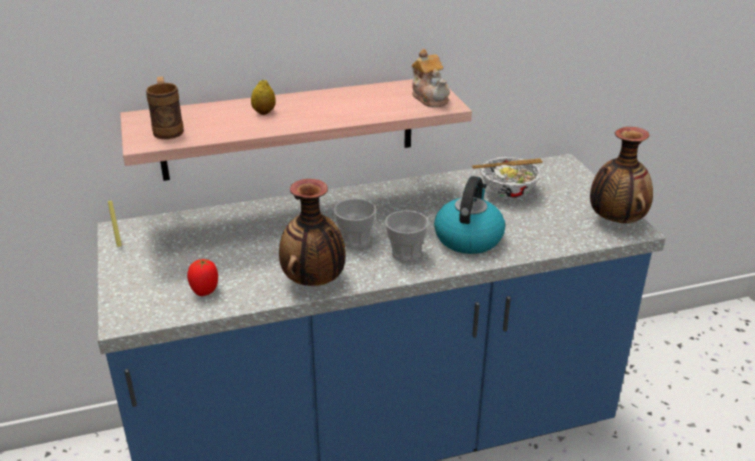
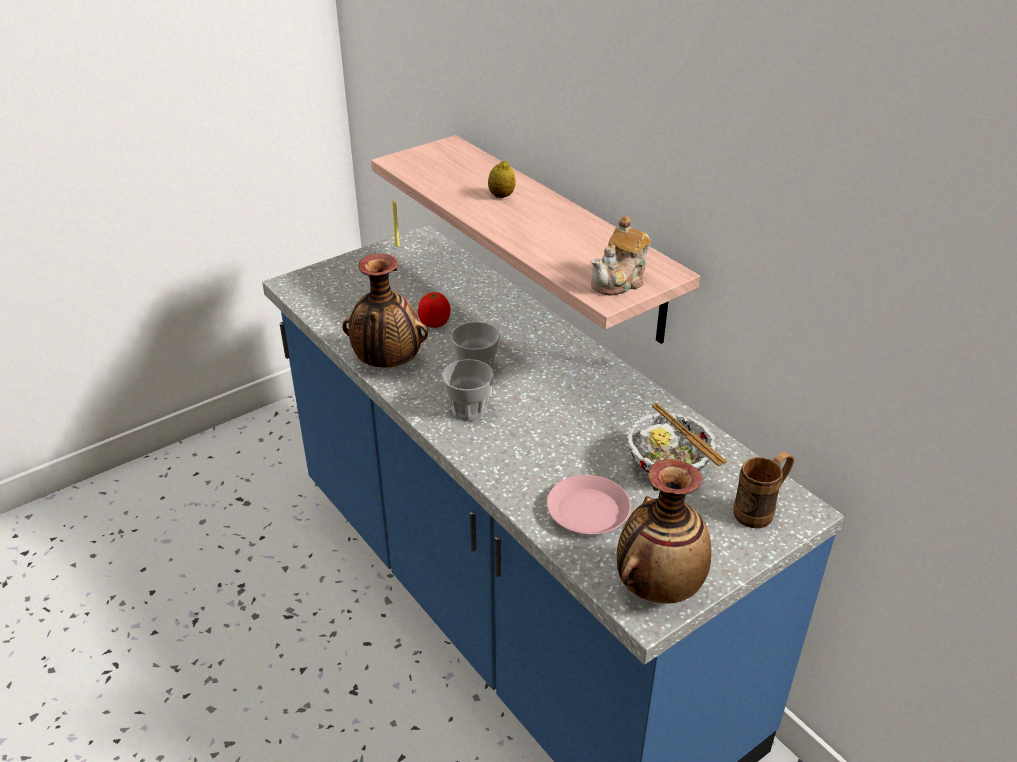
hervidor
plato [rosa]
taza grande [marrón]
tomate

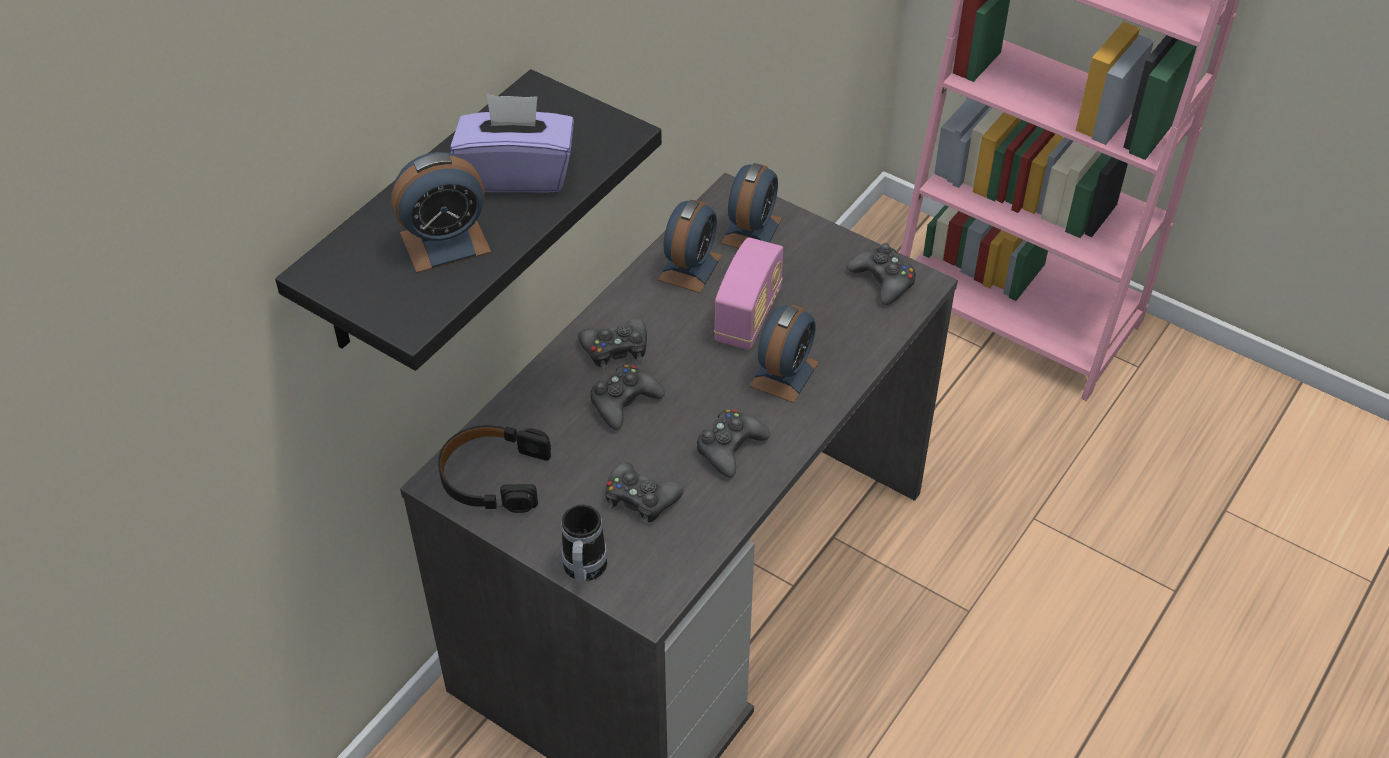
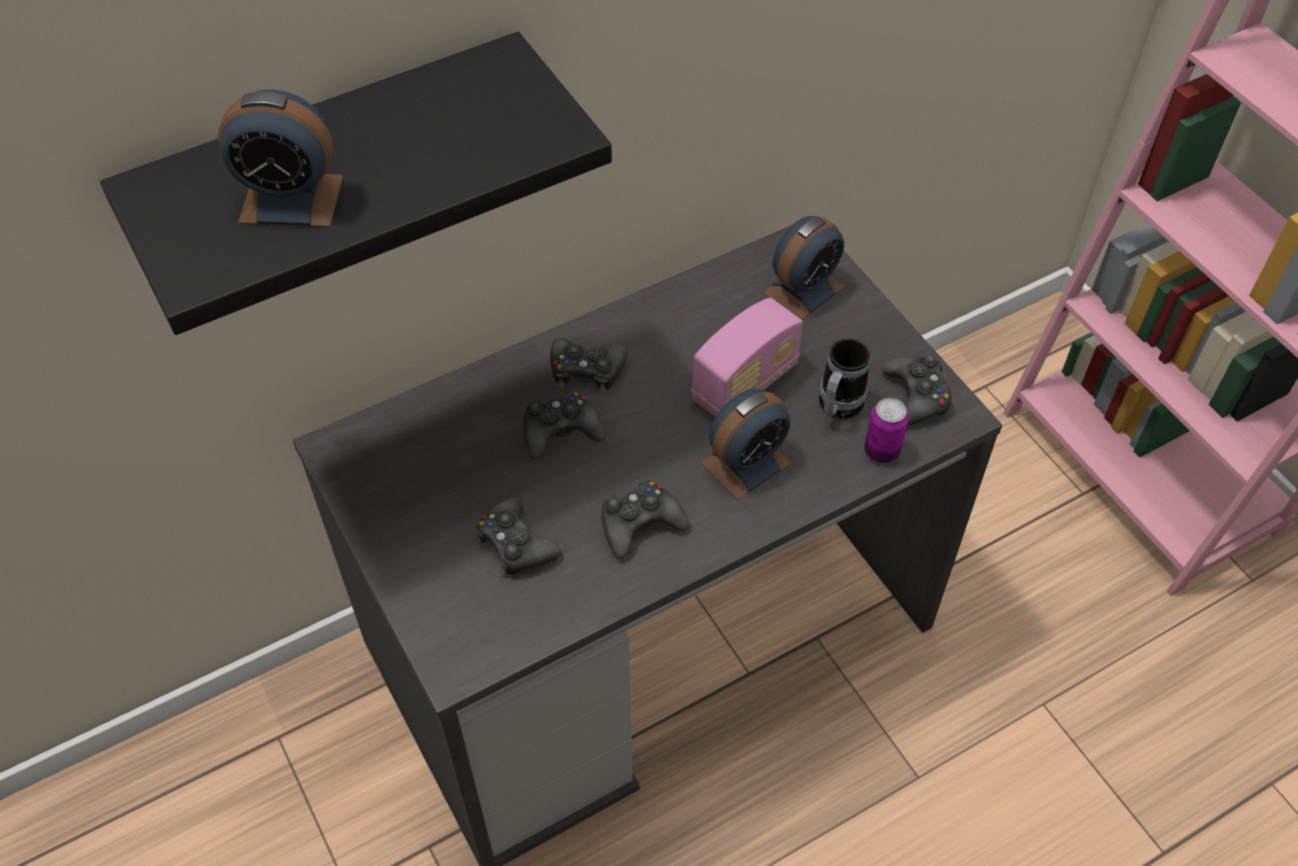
auriculares [negro]
caja de pañuelos [morado]
despertador (2nd from left in the first image)
lata
taza grande

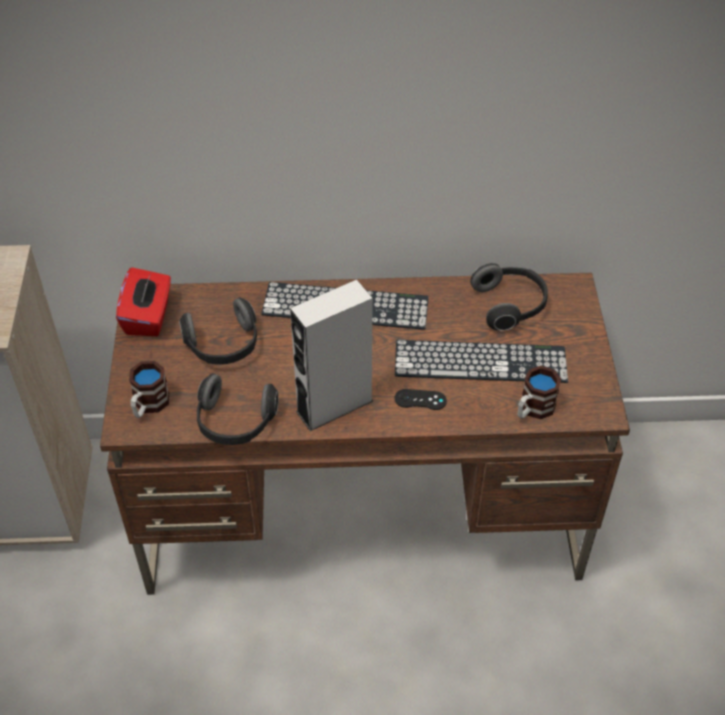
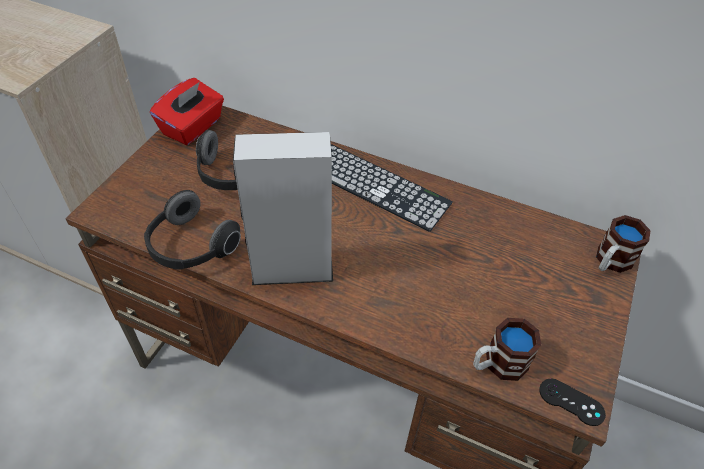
teclado (2nd from left in the first image)
auriculares (3rd from left in the first image)
taza grande (2nd from left)
mando de consola [negro]

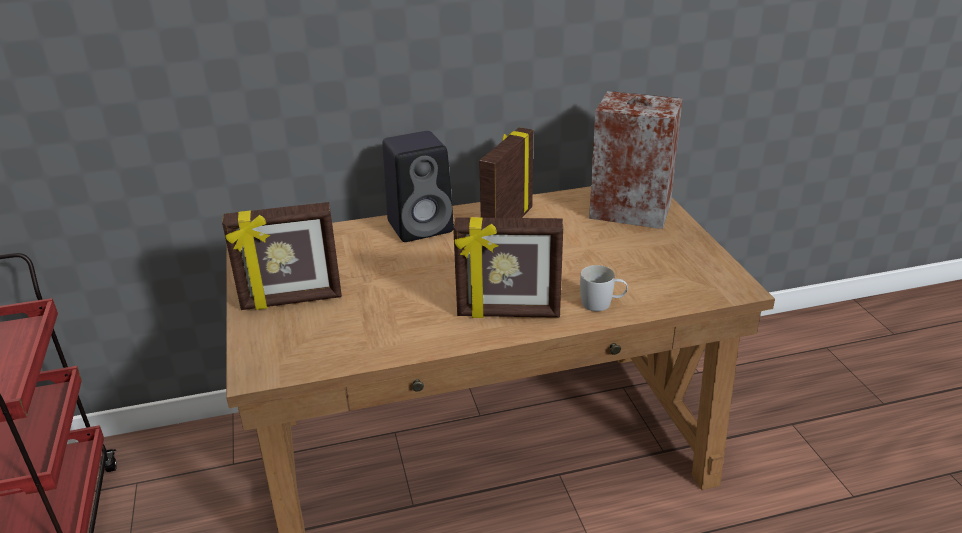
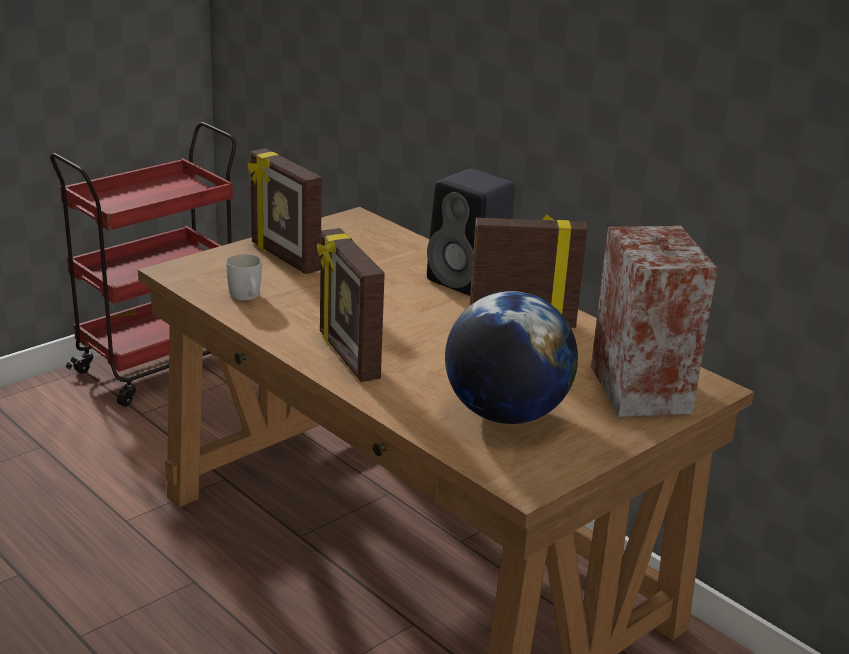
globo terráqueo
taza grande [blanco]

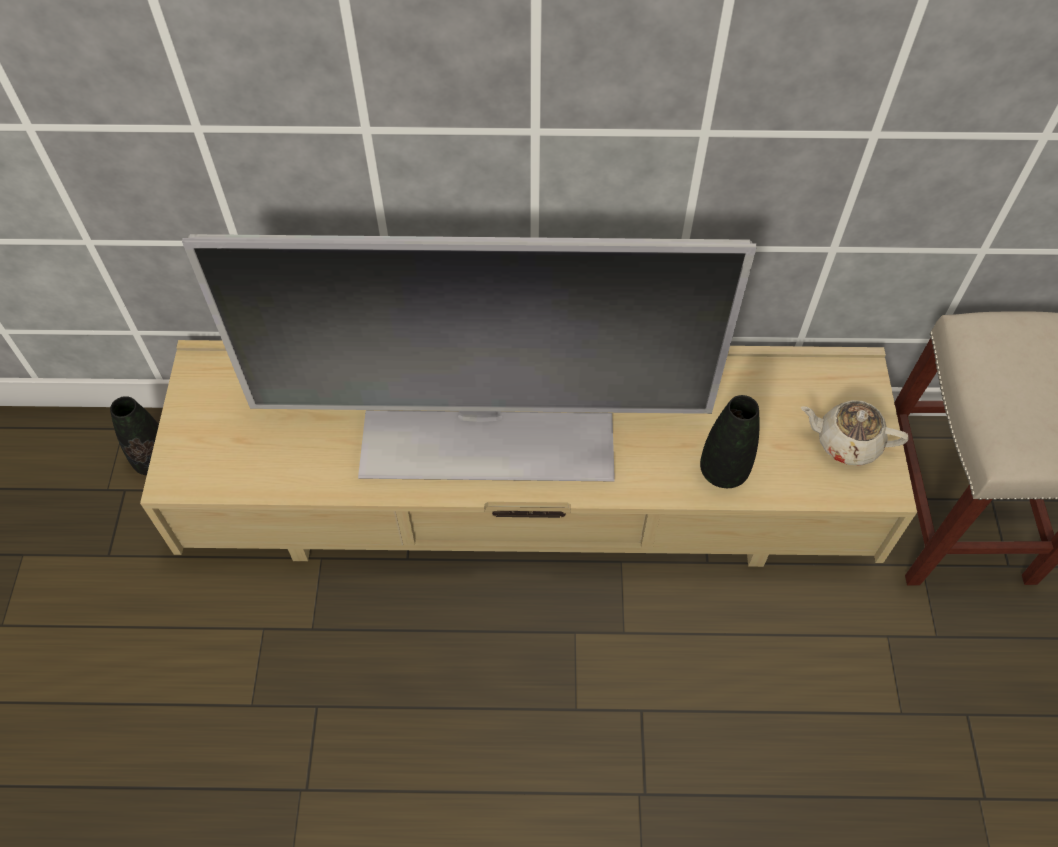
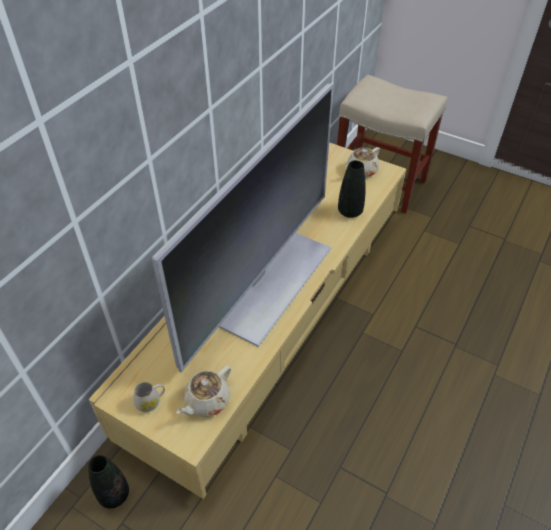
taza grande [blanco]
tetera [beis] (1st from left)

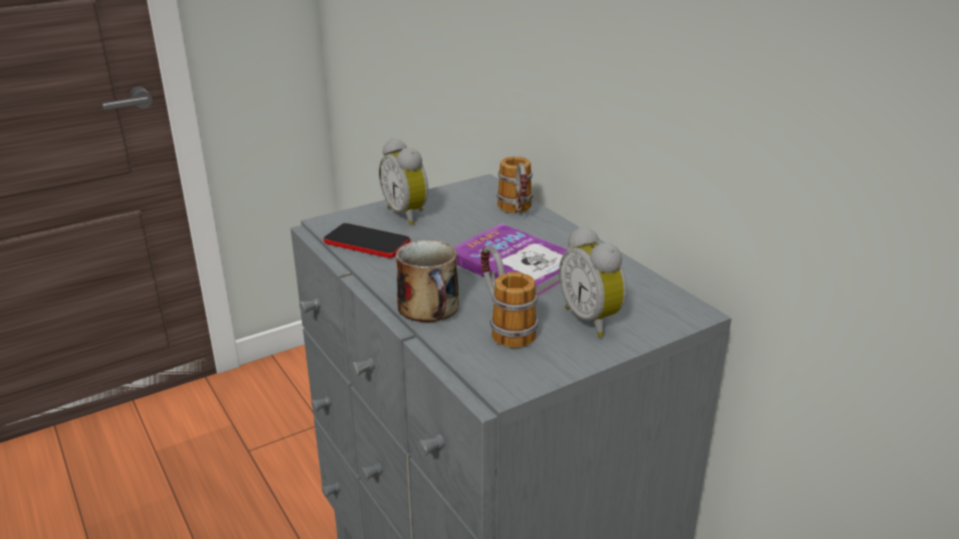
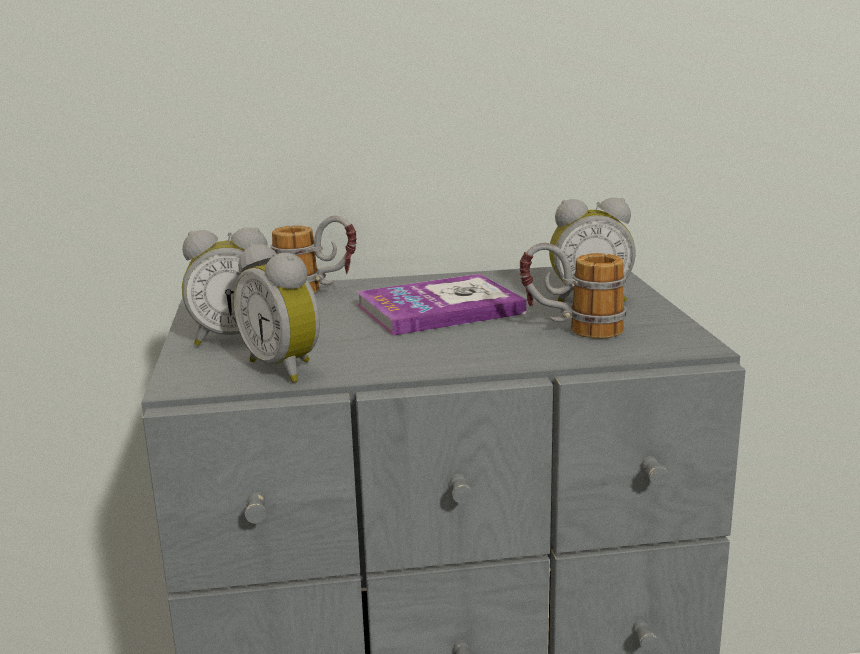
taza grande (1st from left in the first image)
despertador (2nd from left)

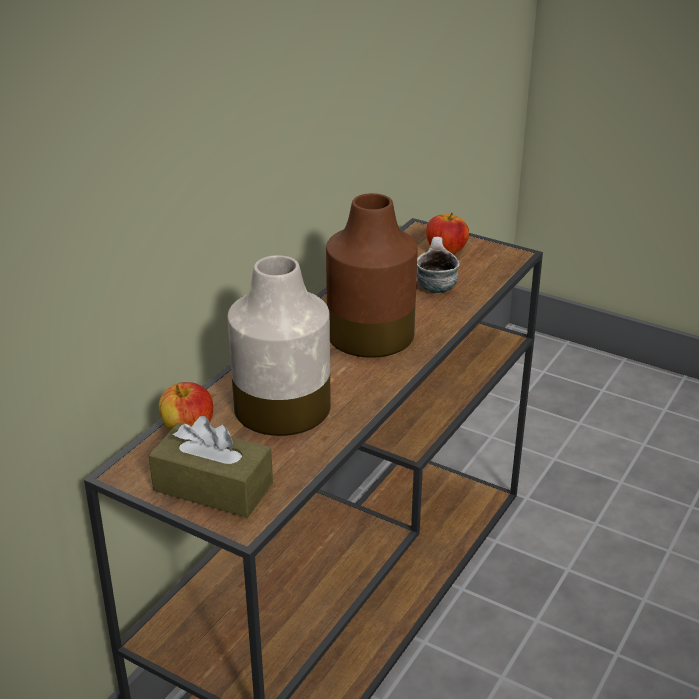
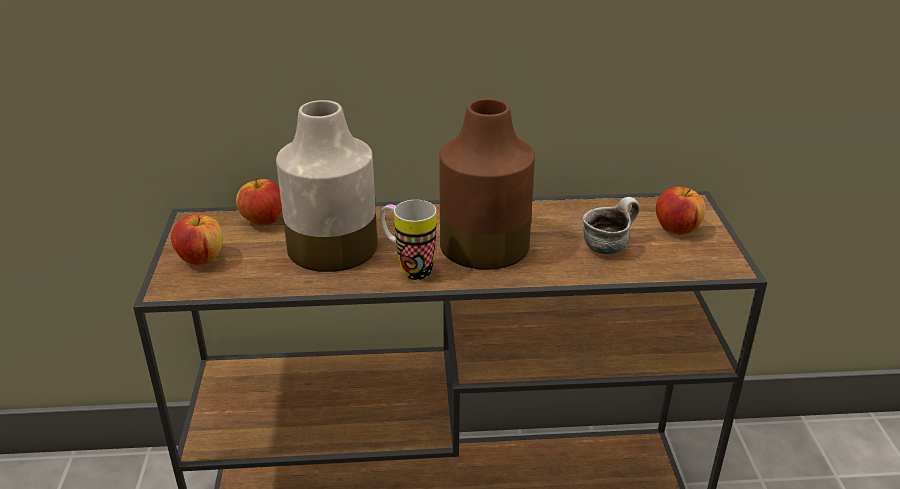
taza grande (1st from left)
manzana (1st from left)

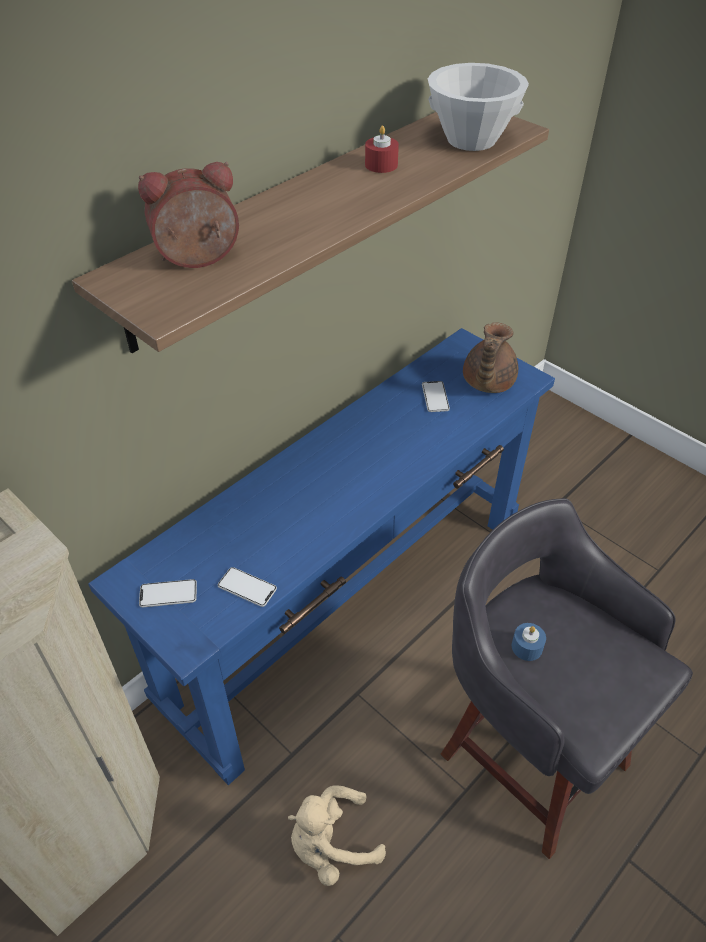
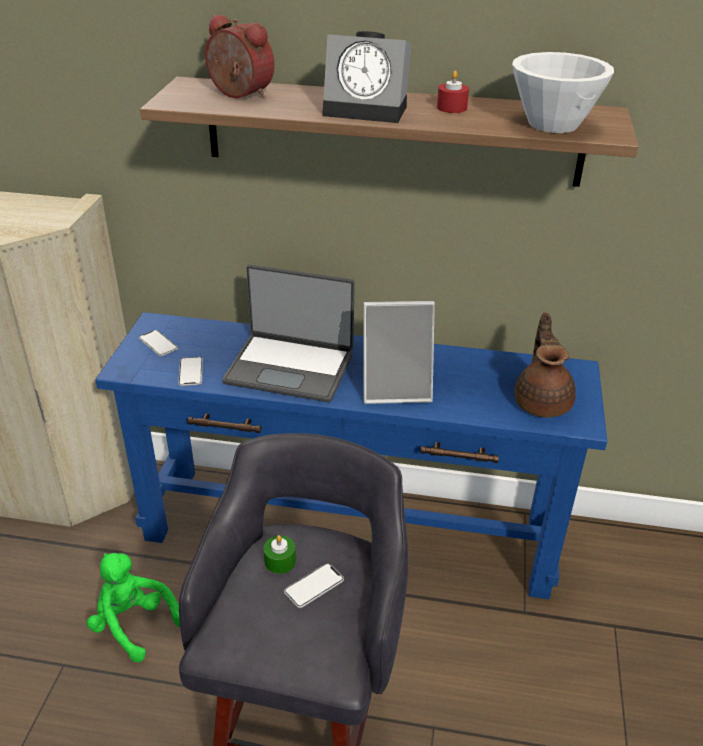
portátil
despertador (2nd from left)
portarretratos
móvil (3rd from left)
peluche [verde]
vela [verde]
tetera [marrón]

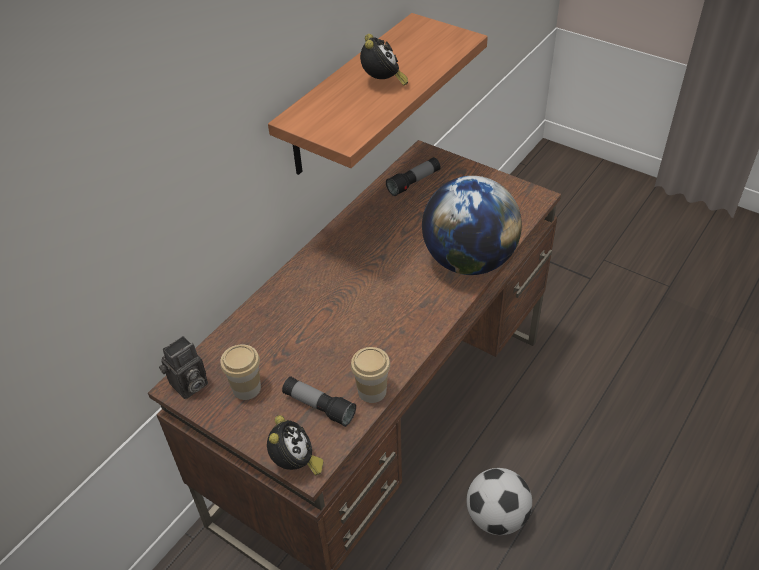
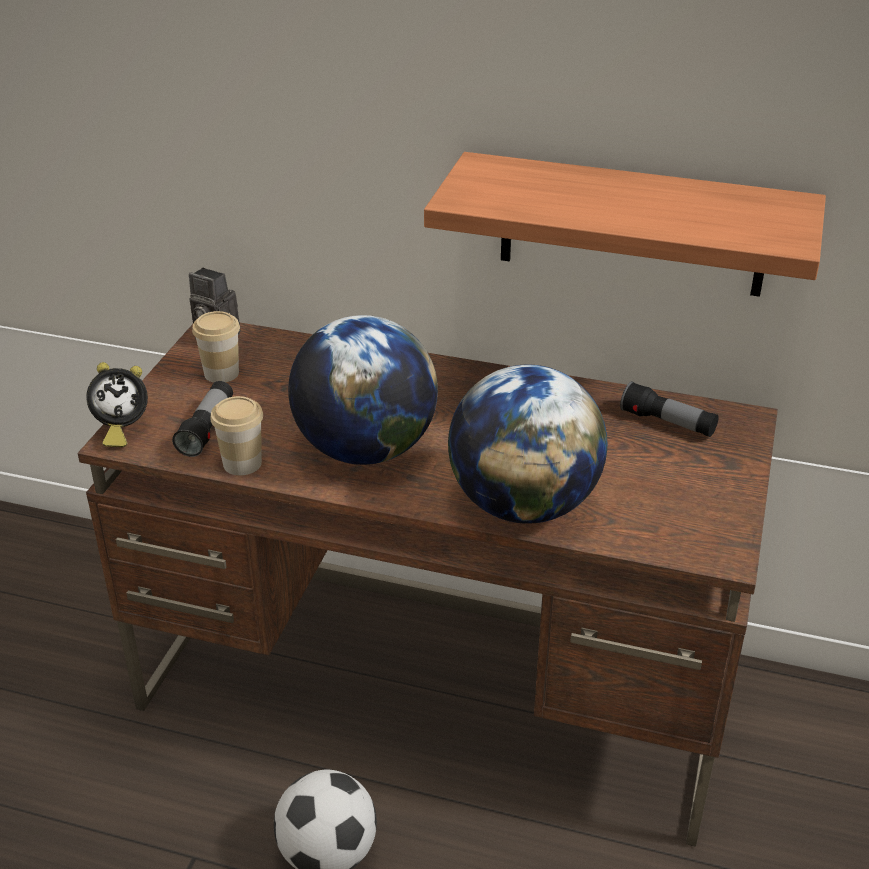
despertador (2nd from left in the first image)
globo terráqueo (1st from left)

